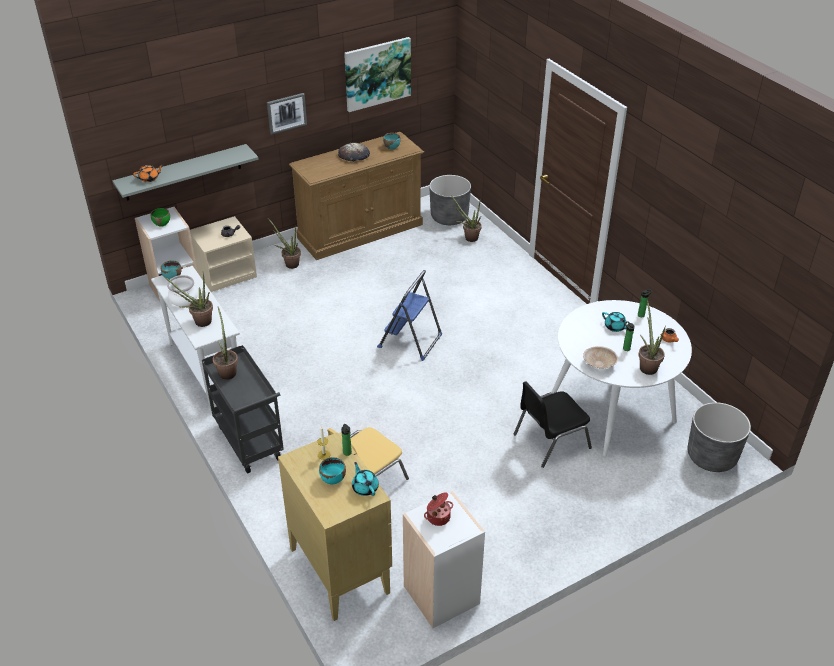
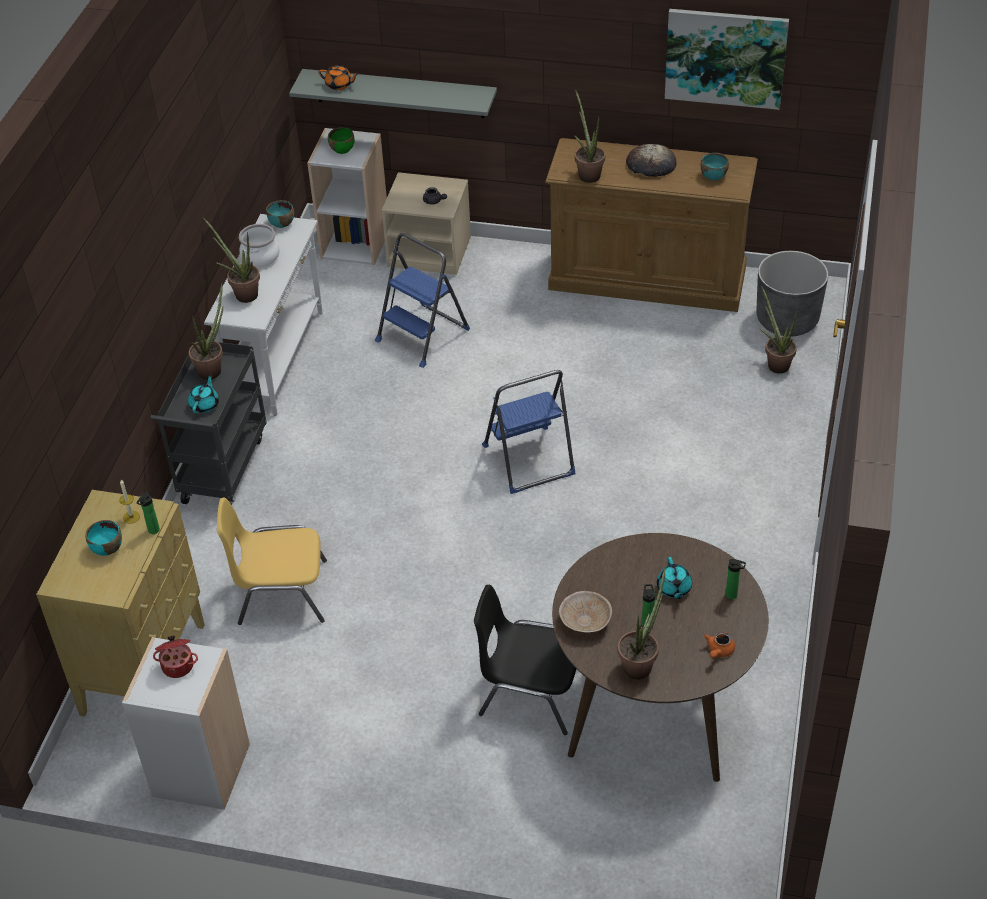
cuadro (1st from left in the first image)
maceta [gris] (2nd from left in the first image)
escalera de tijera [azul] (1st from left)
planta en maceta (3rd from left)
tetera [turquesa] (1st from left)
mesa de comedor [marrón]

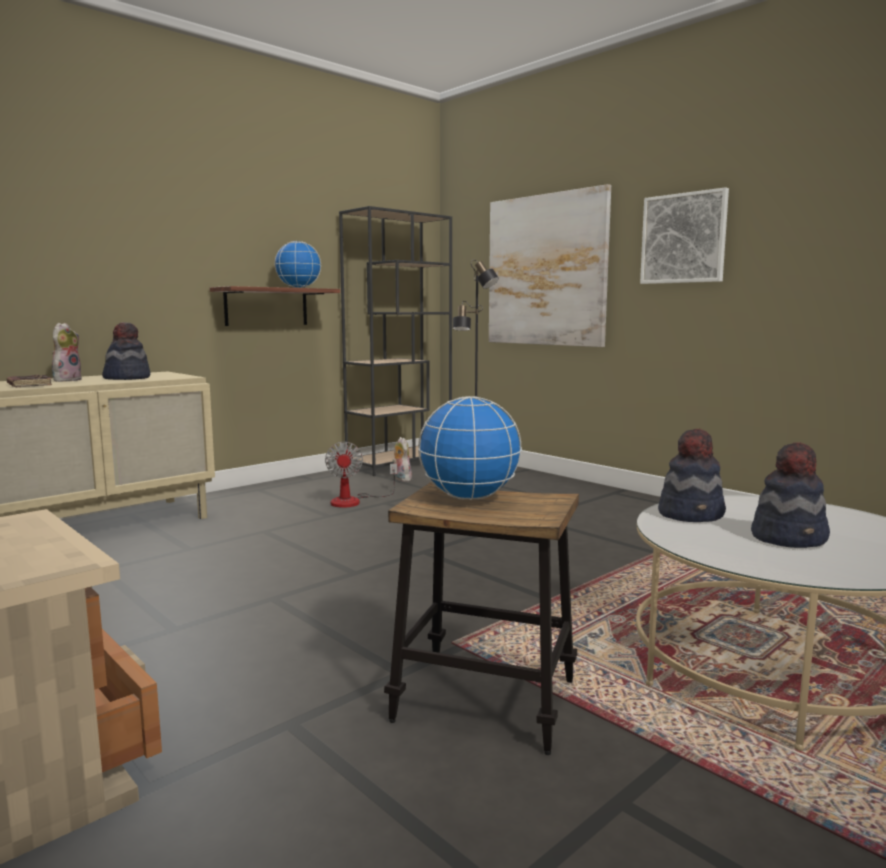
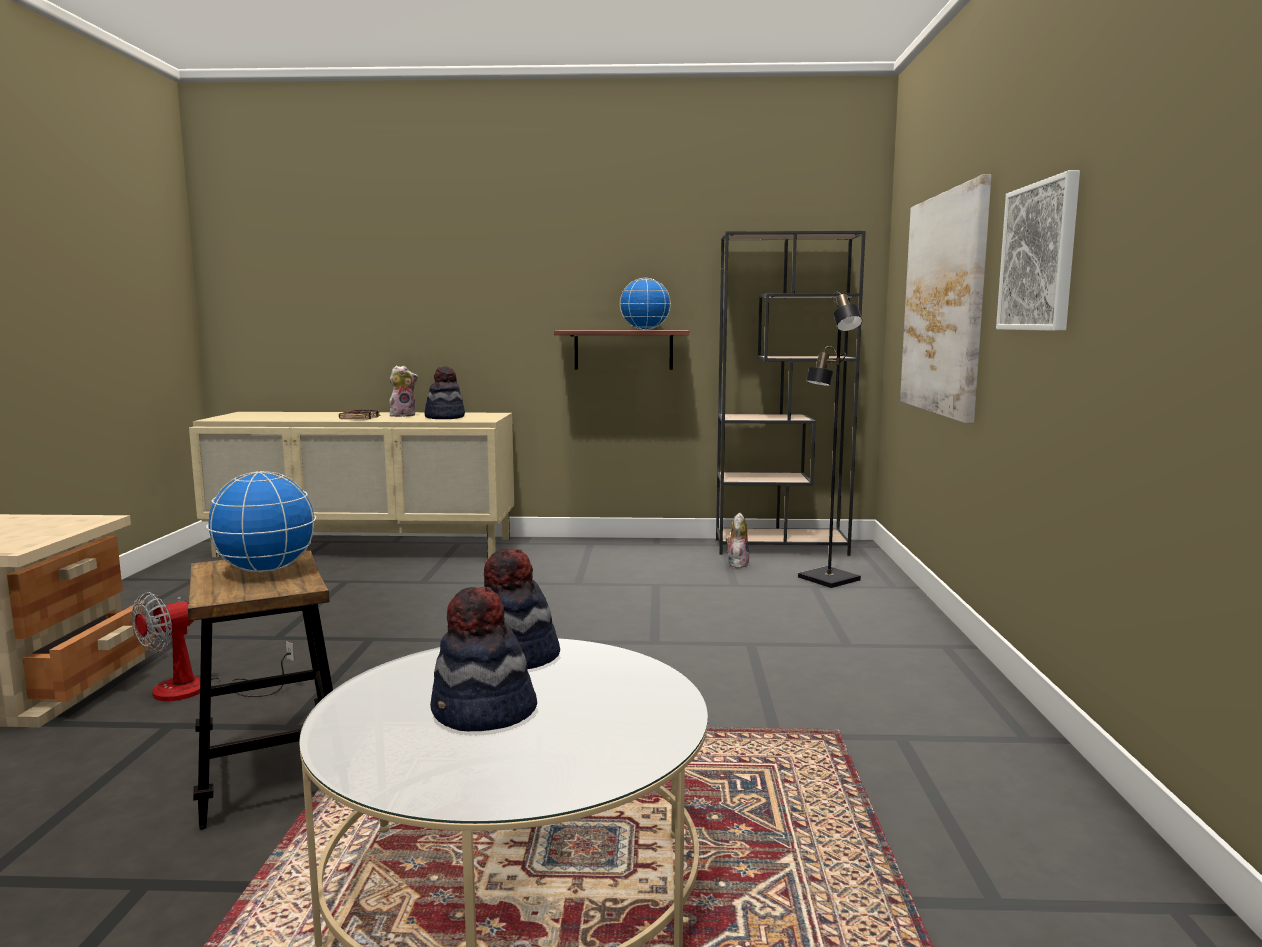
ventilador

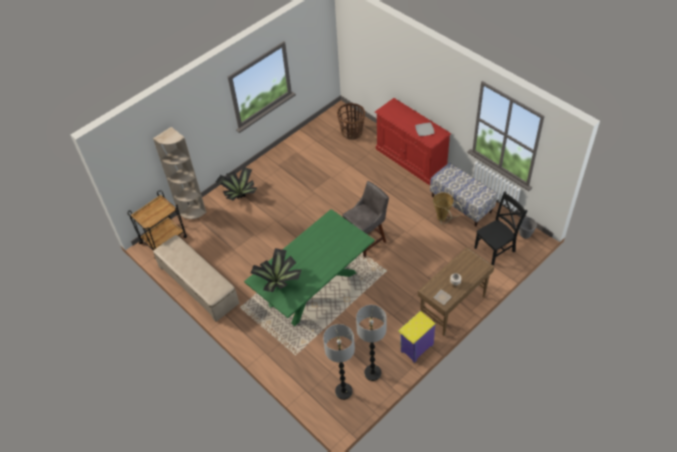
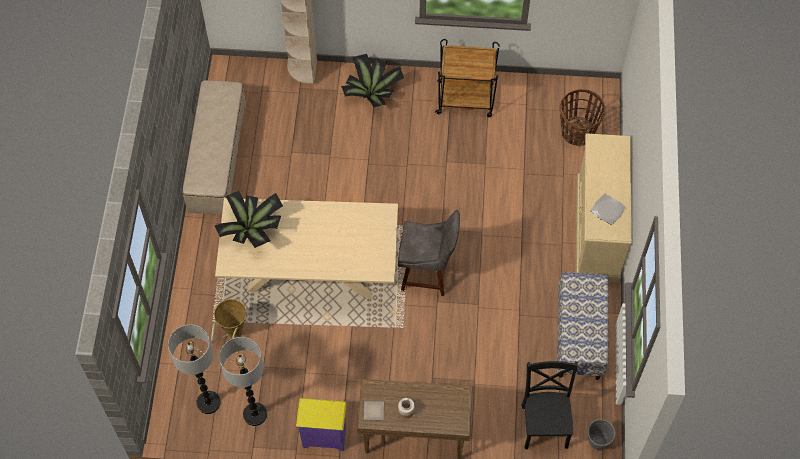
carrito [marrón]
cesta (1st from left)
mesa de comedor [beis]
armario [beis]
silla [negro]

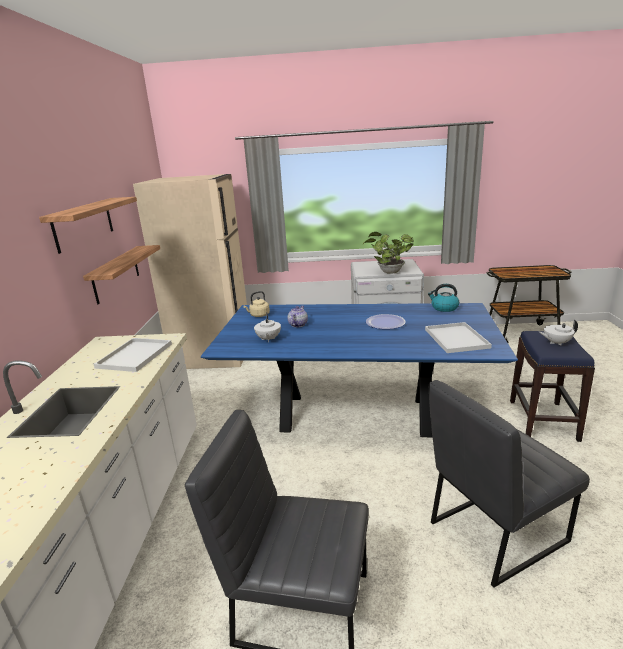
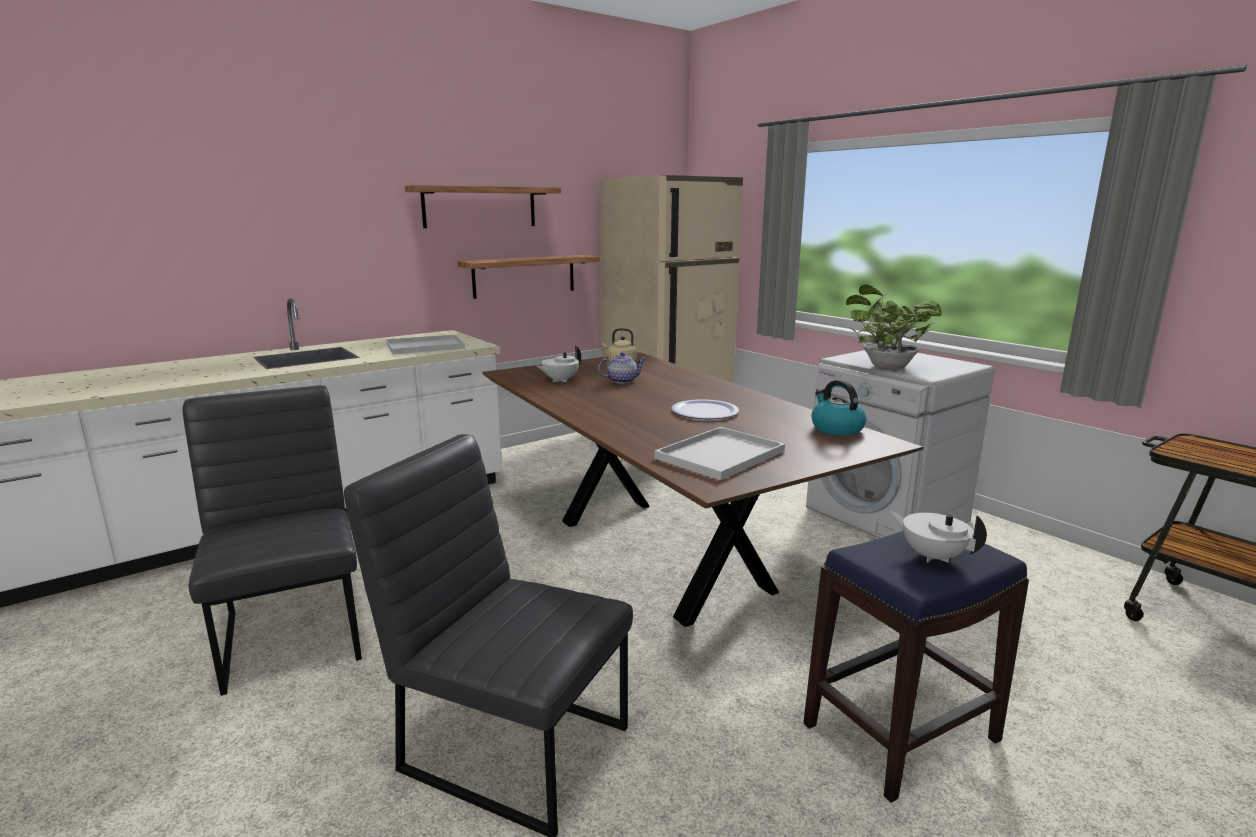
mesa de comedor [marrón]

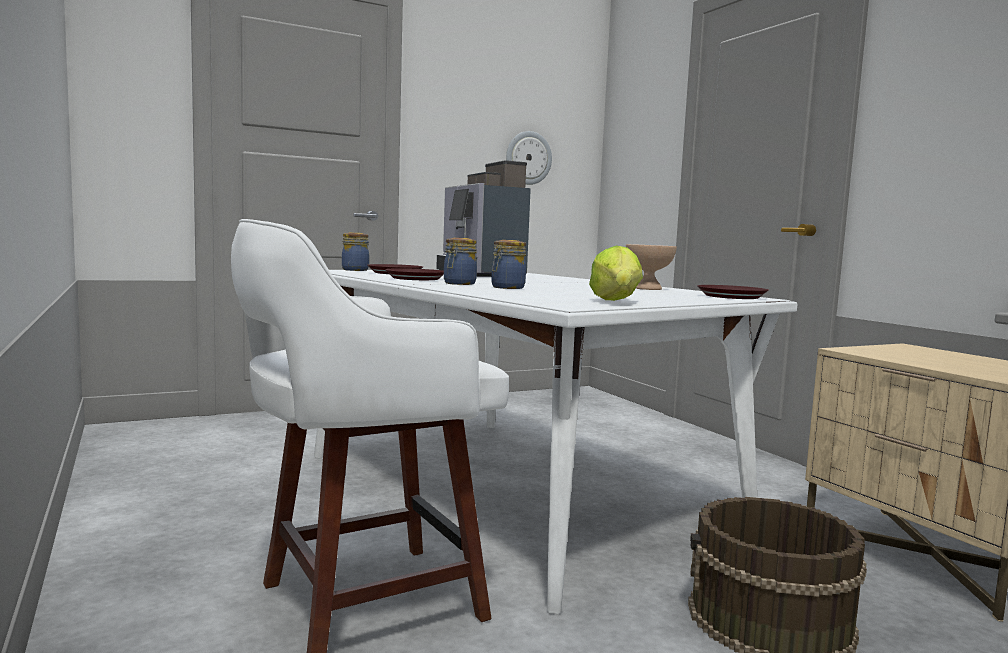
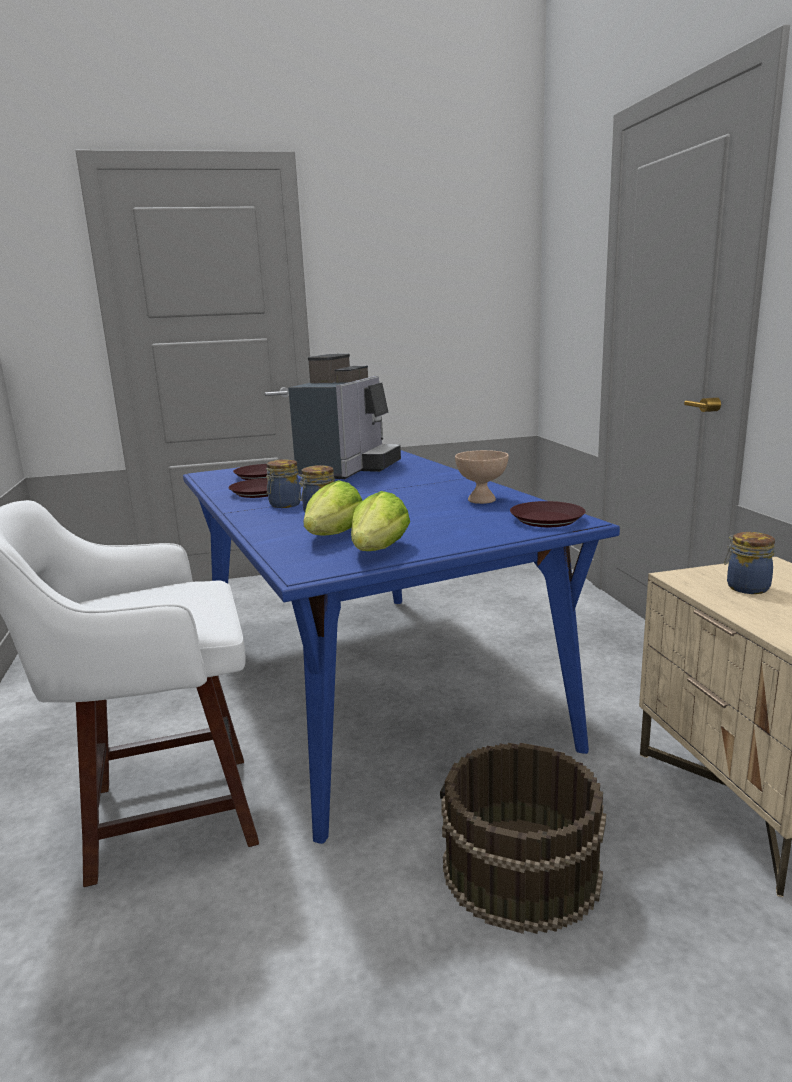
reloj de pared
lechuga (1st from left)
tarro (3rd from left)
mesa de comedor [azul]
cafetera

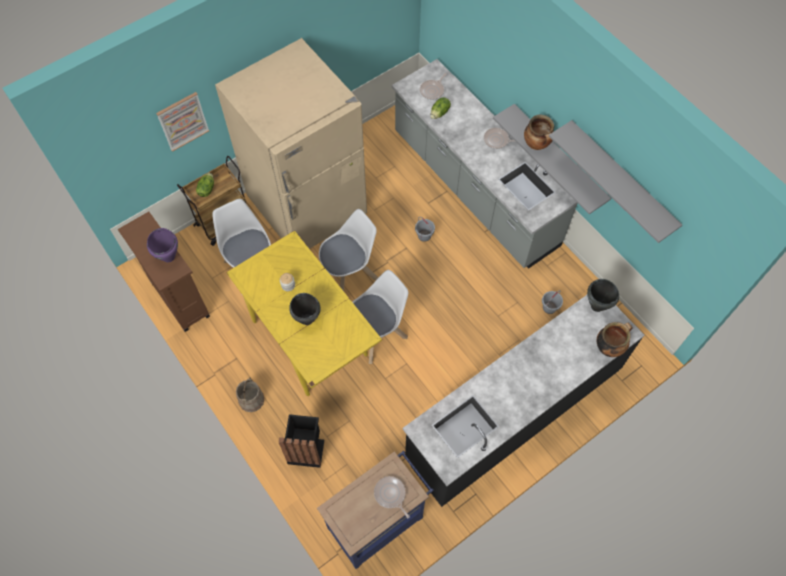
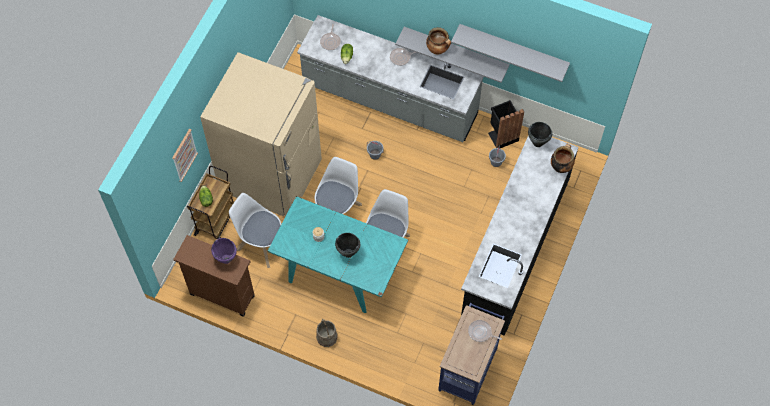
papelera [negro]
mesa de comedor [turquesa]

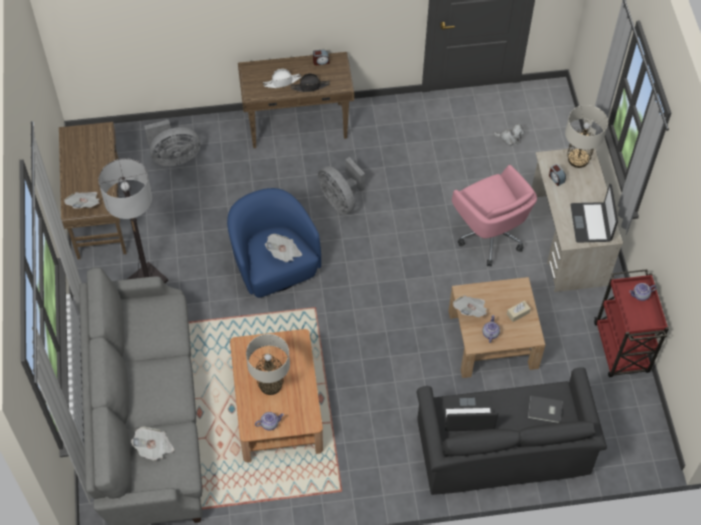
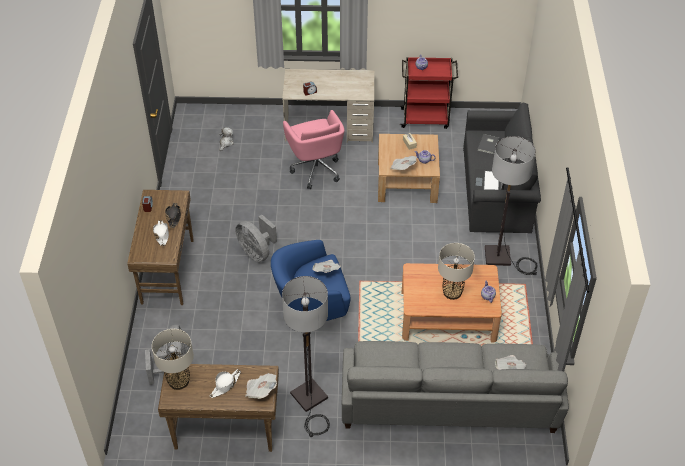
portátil (2nd from left in the first image)
sombrero [blanco] (2nd from left)
lámpara de pie (2nd from left)
lámpara de mesa (1st from left)
ventilador [gris] (2nd from left)
silla de oficina [rosa]

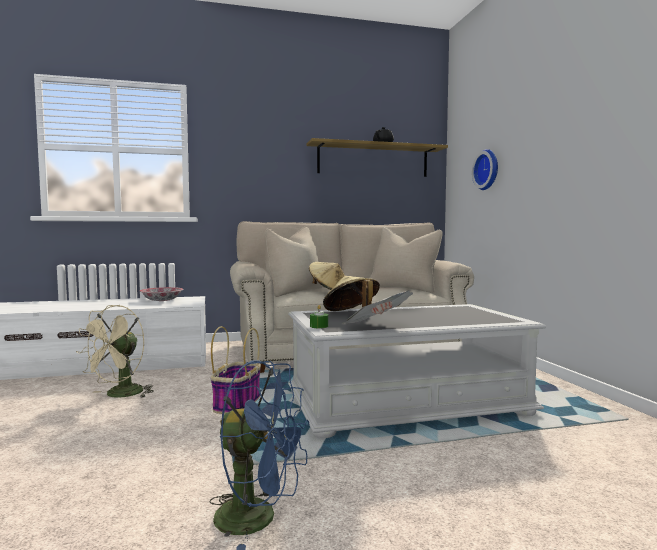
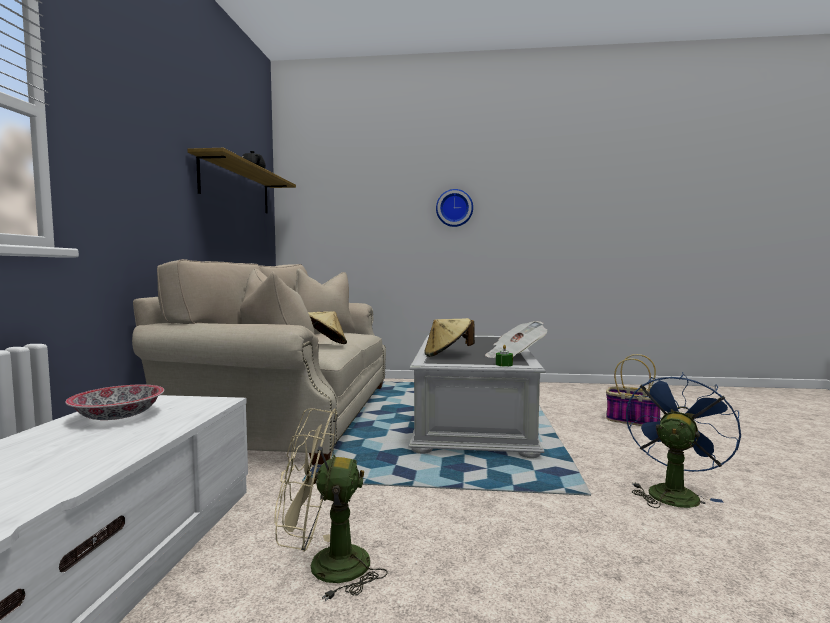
cesta
reloj de pared
ventilador [beis]

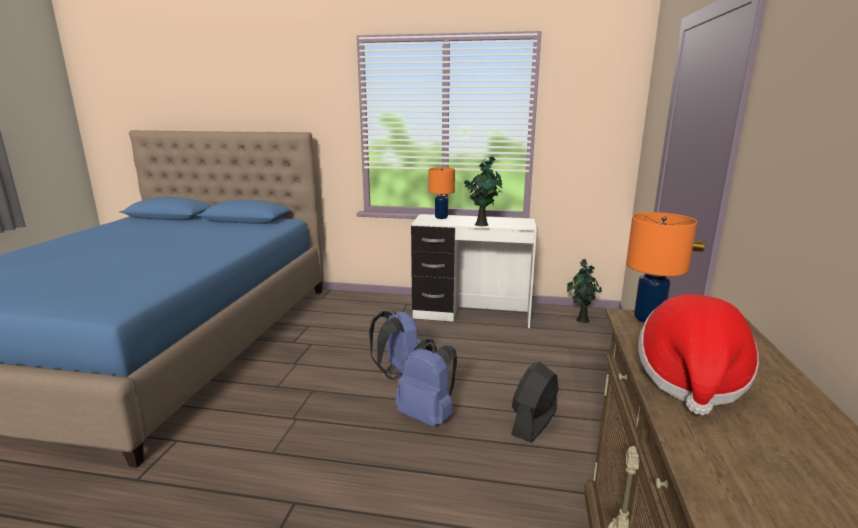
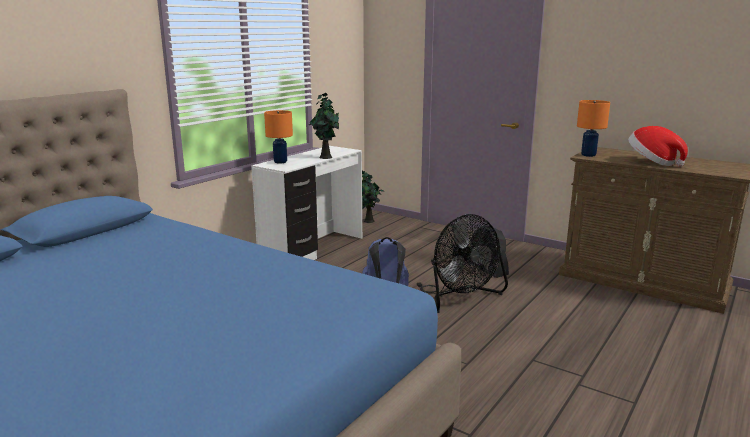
ventilador [negro] (1st from left)

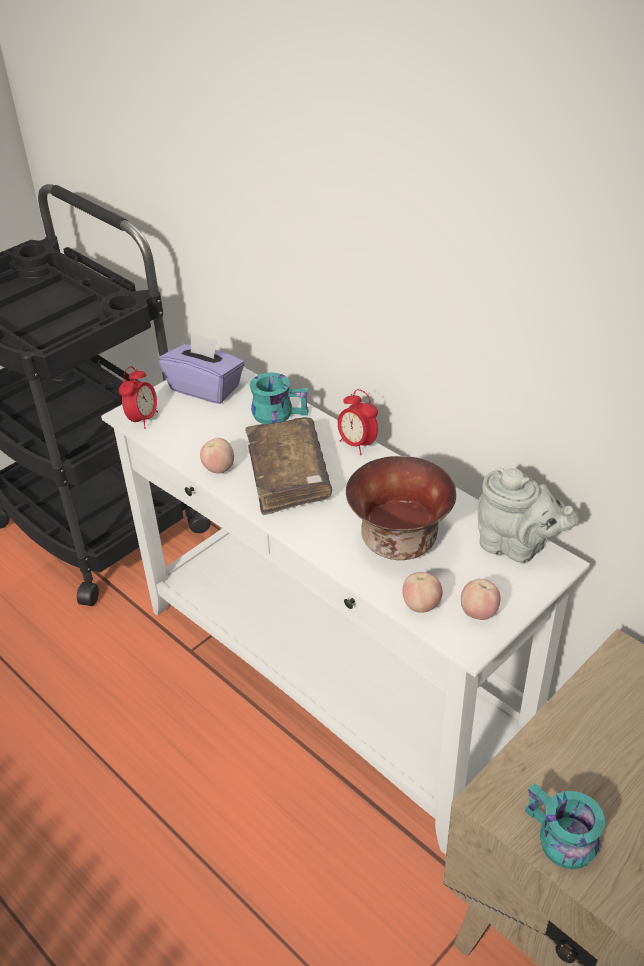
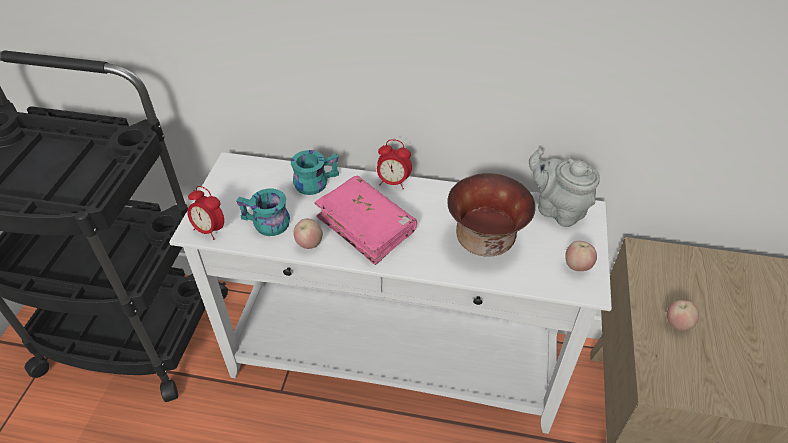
caja de pañuelos [morado]
manzana (3rd from left)
taza grande [turquesa] (1st from left)
libro [rosa]
despertador (1st from left)
tetera [gris]

